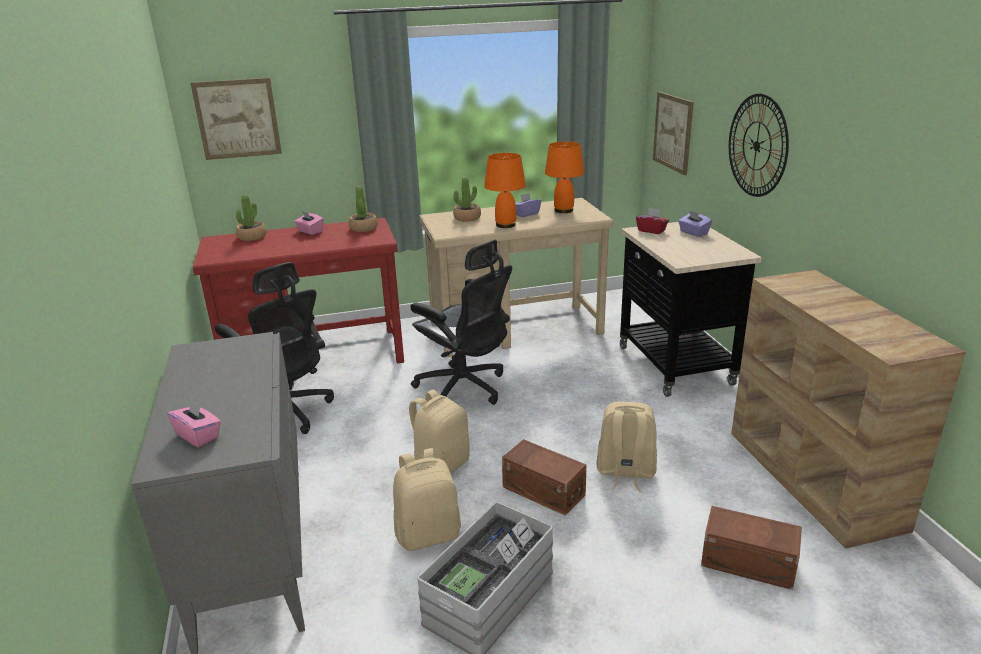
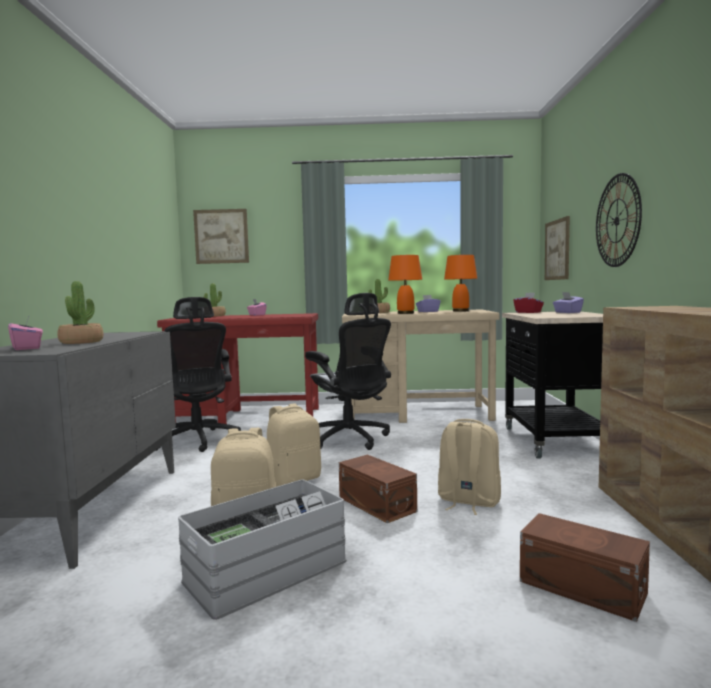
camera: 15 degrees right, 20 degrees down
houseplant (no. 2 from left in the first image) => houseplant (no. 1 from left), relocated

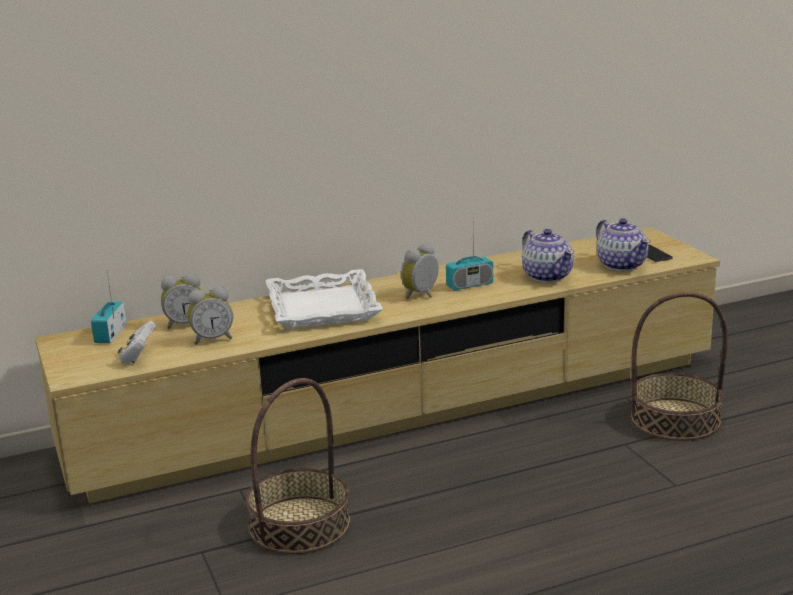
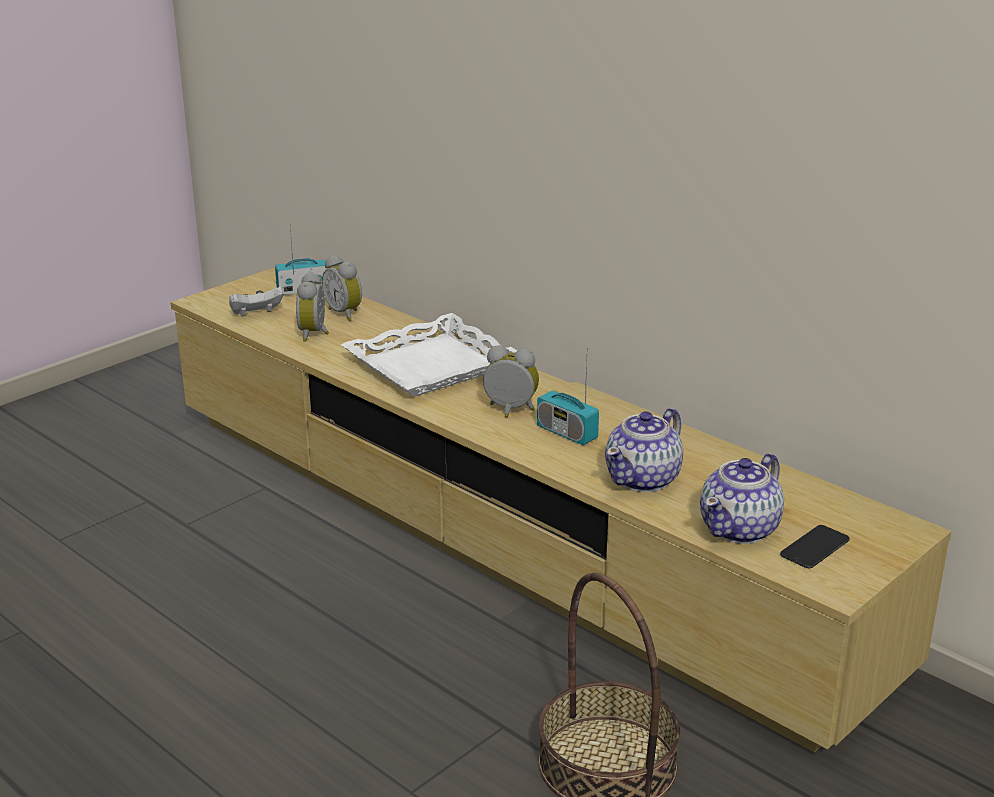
camera: 65 degrees right, 5 degrees up
alarm_clock (no. 2 from left in the first image) => alarm_clock (no. 1 from left), 45 degrees clockwise
basket (no. 1 from left) => nothing

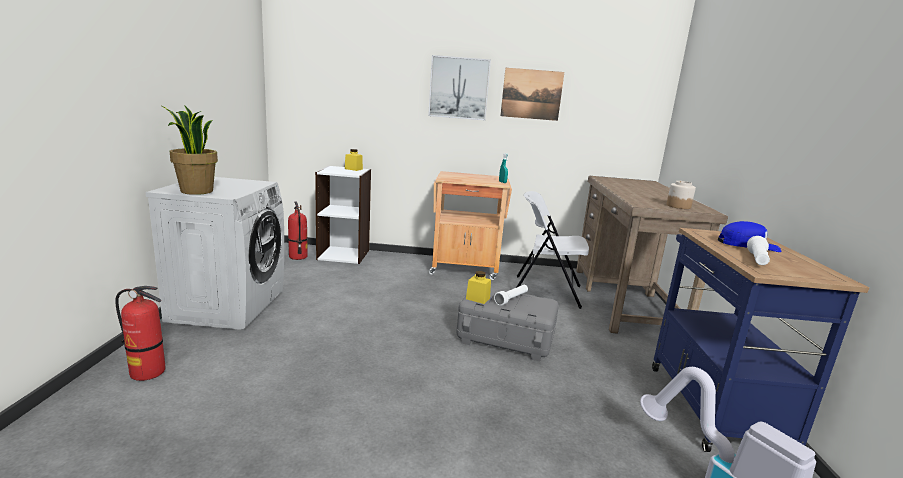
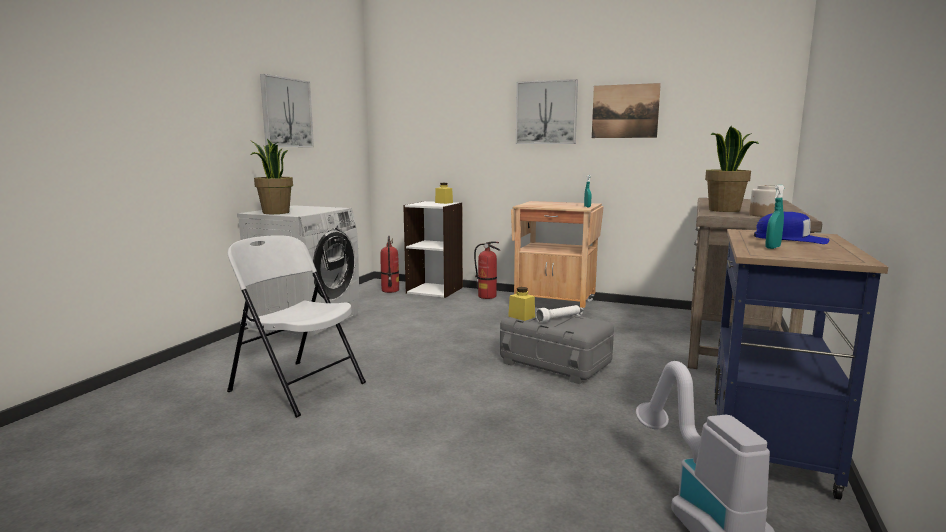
camera: 20 degrees right, 5 degrees down
fire-fighting_cylinder (no. 1 from left in the first image) => fire-fighting_cylinder (no. 2 from left), relocated
white_plain_chair, relocated
white_flashlight (no. 2 from left) => blue-green_spray_bottle (no. 2 from left)
nothing => wall_picture (no. 1 from left)
nothing => houseplant (no. 2 from left)

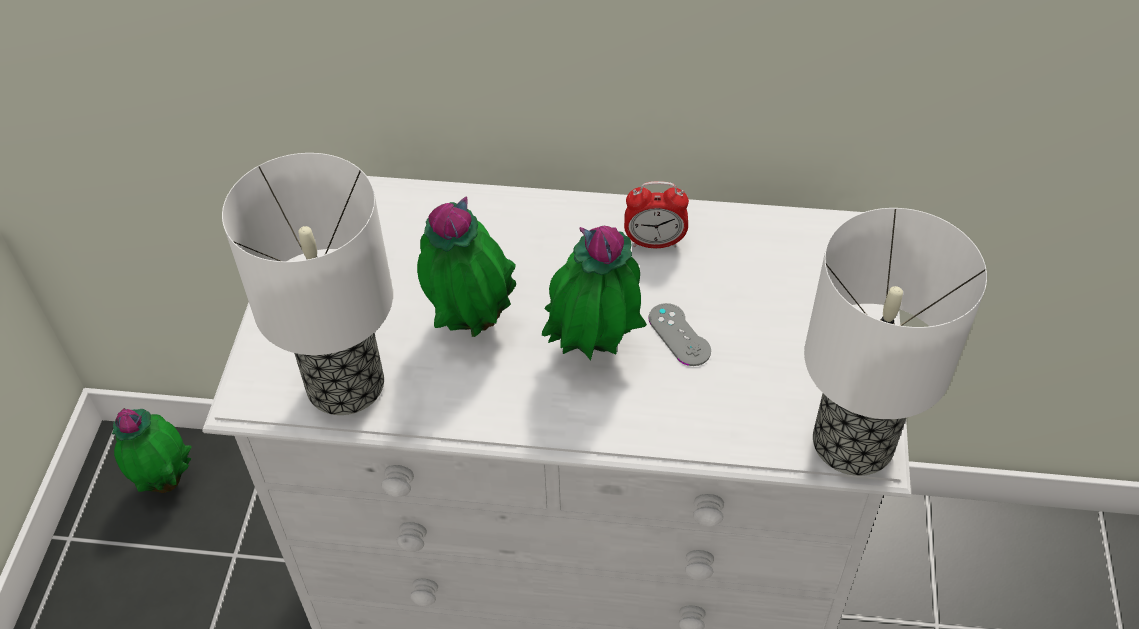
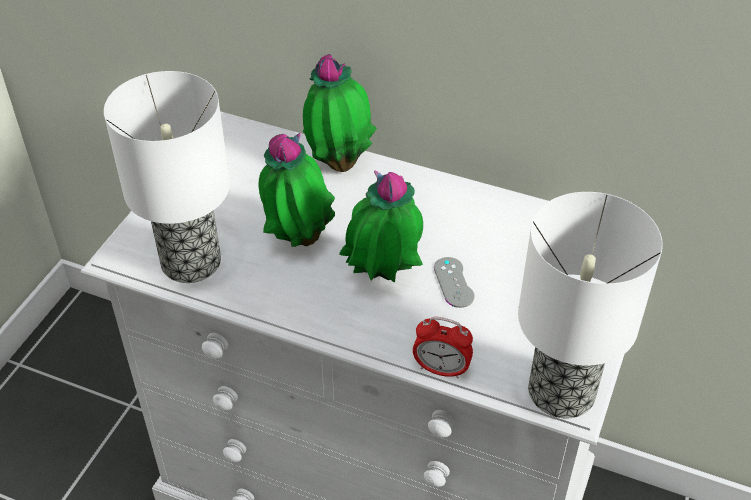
camera: 15 degrees right, 5 degrees down
houseplant (no. 1 from left in the first image) => houseplant (no. 2 from left), relocated
alarm_clock, relocated

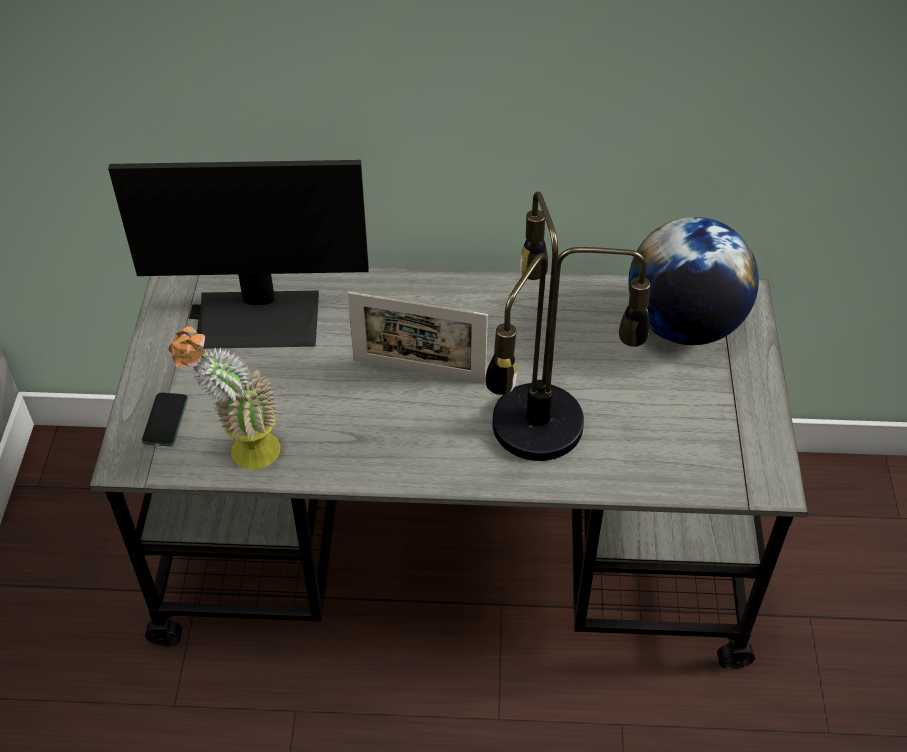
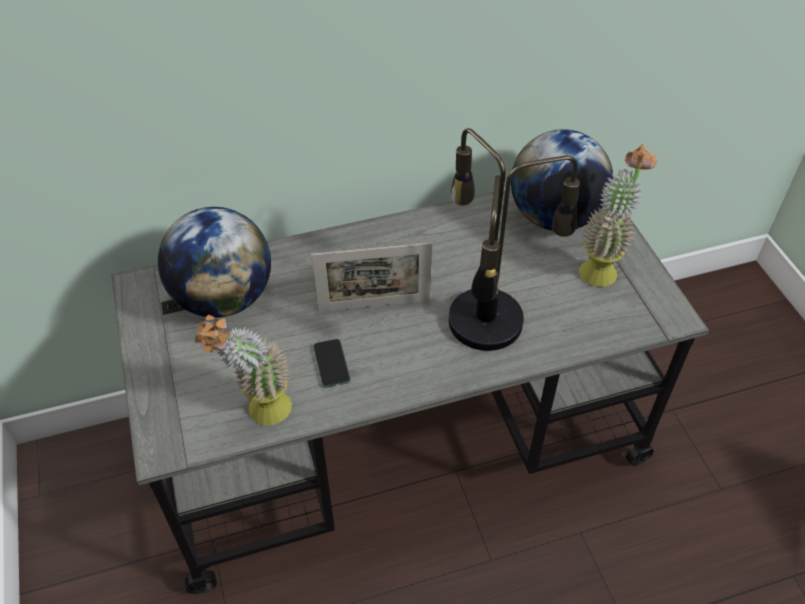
camera: 20 degrees left, 0 degrees up
computer_screen => world_globe (no. 1 from left)
phone, relocated
nothing => houseplant (no. 2 from left)

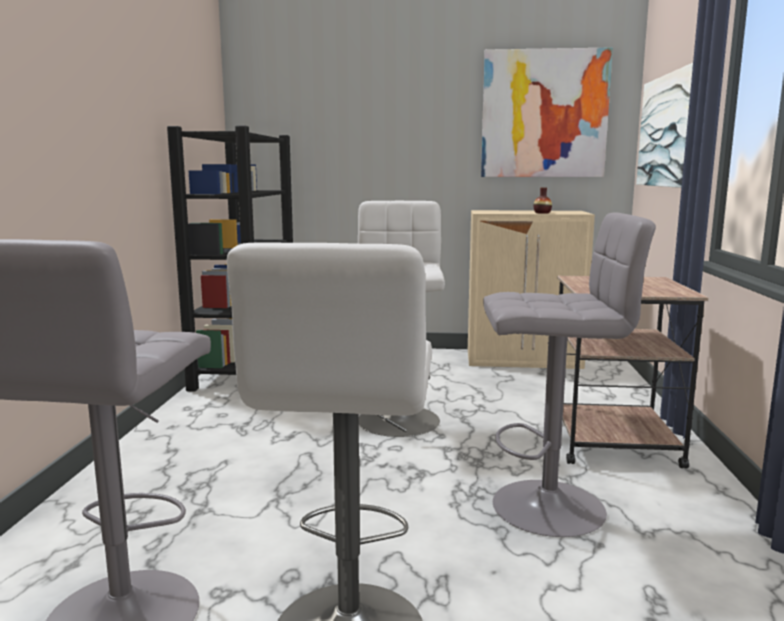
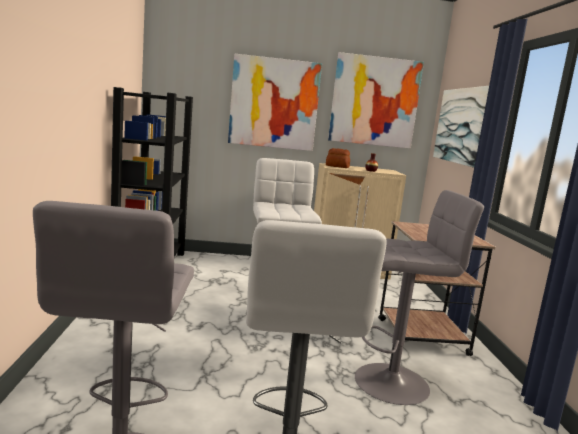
camera: 10 degrees left, 0 degrees up
nothing => wall_picture (no. 1 from left)
nothing => bakery_bread

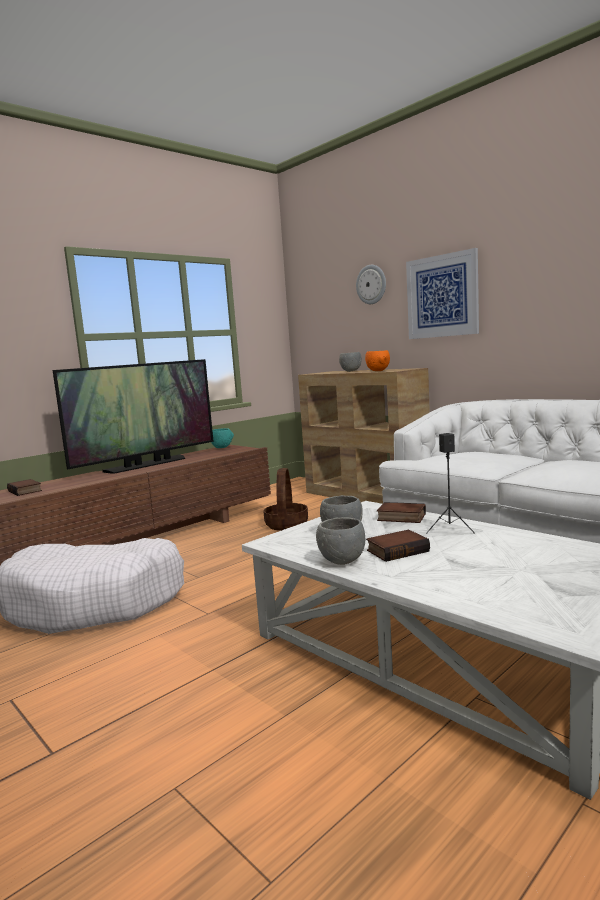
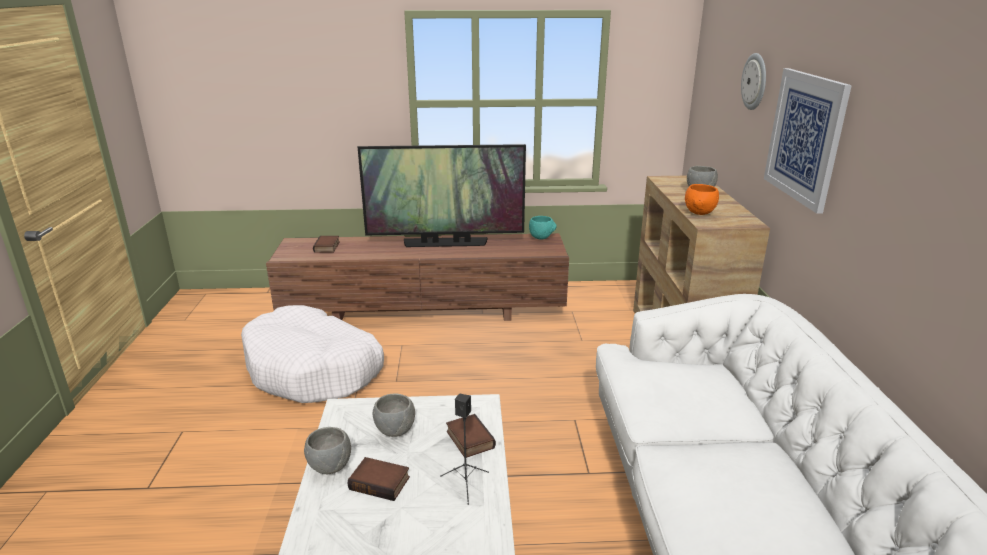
camera: 40 degrees right, 15 degrees up
basket => nothing

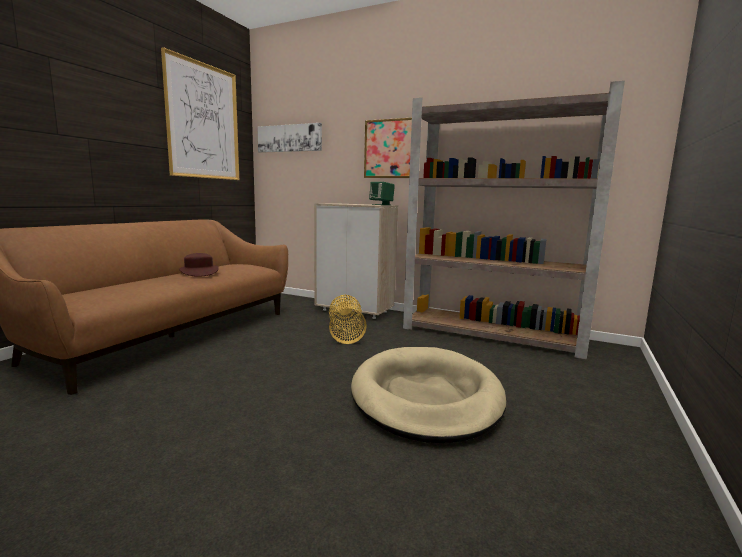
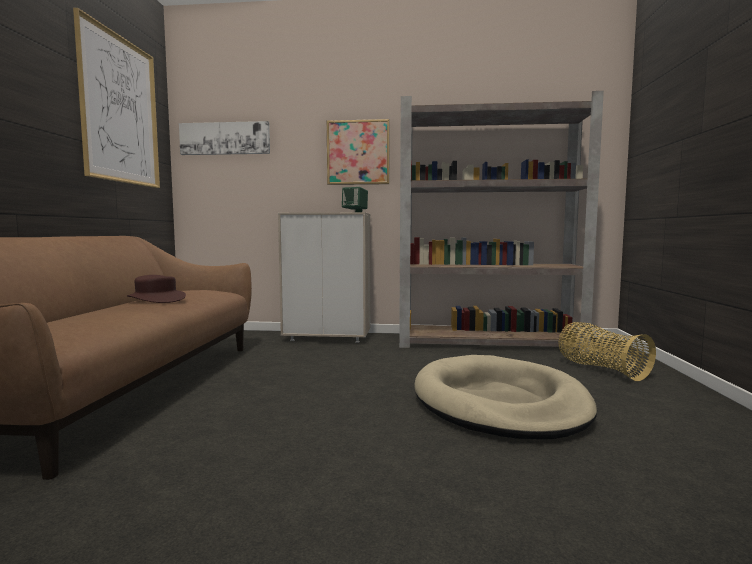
camera: 20 degrees left, 5 degrees down
basket, relocated

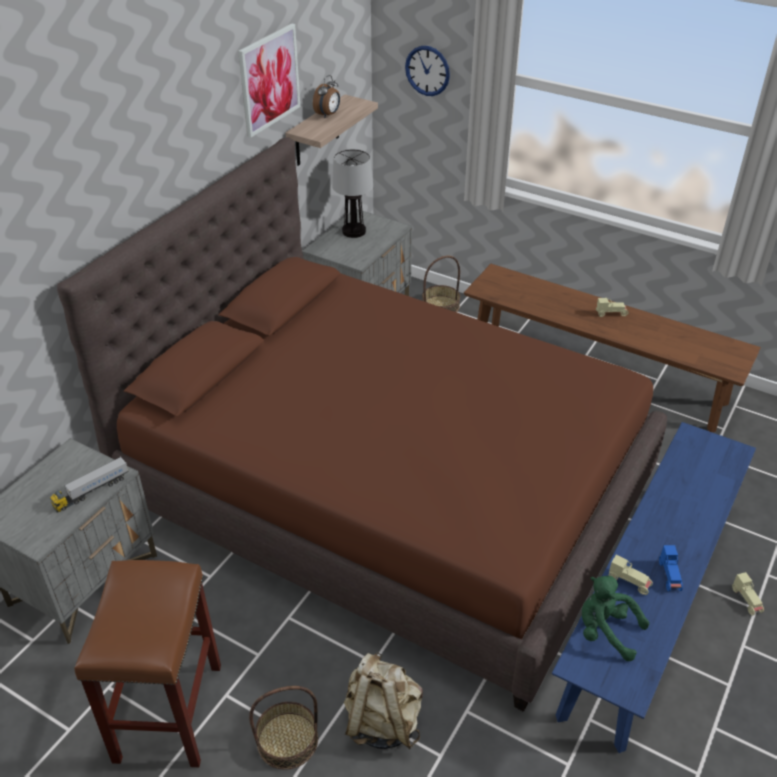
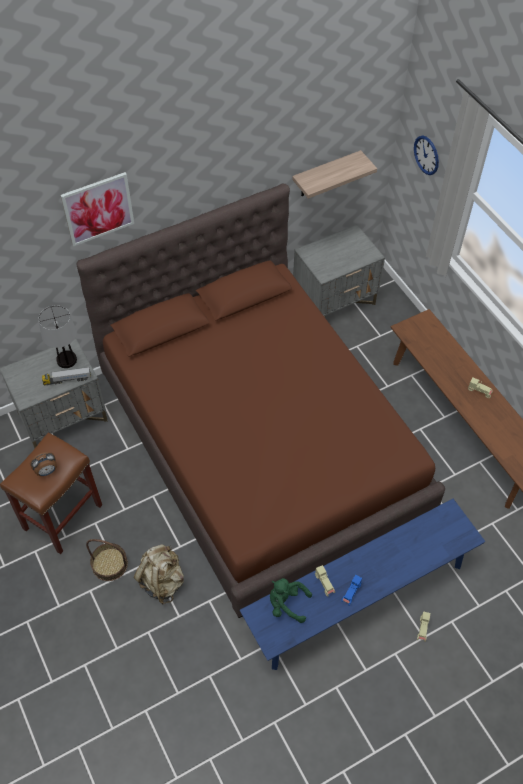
camera: 30 degrees right, 15 degrees up
wall_picture, relocated
alarm_clock, relocated
table_lamp, relocated
basket (no. 2 from left) => nothing
green-coloured_soft_toy, 45 degrees counterclockwise

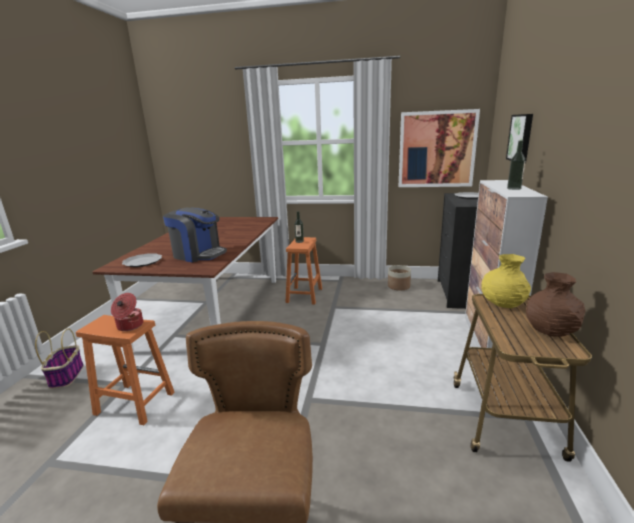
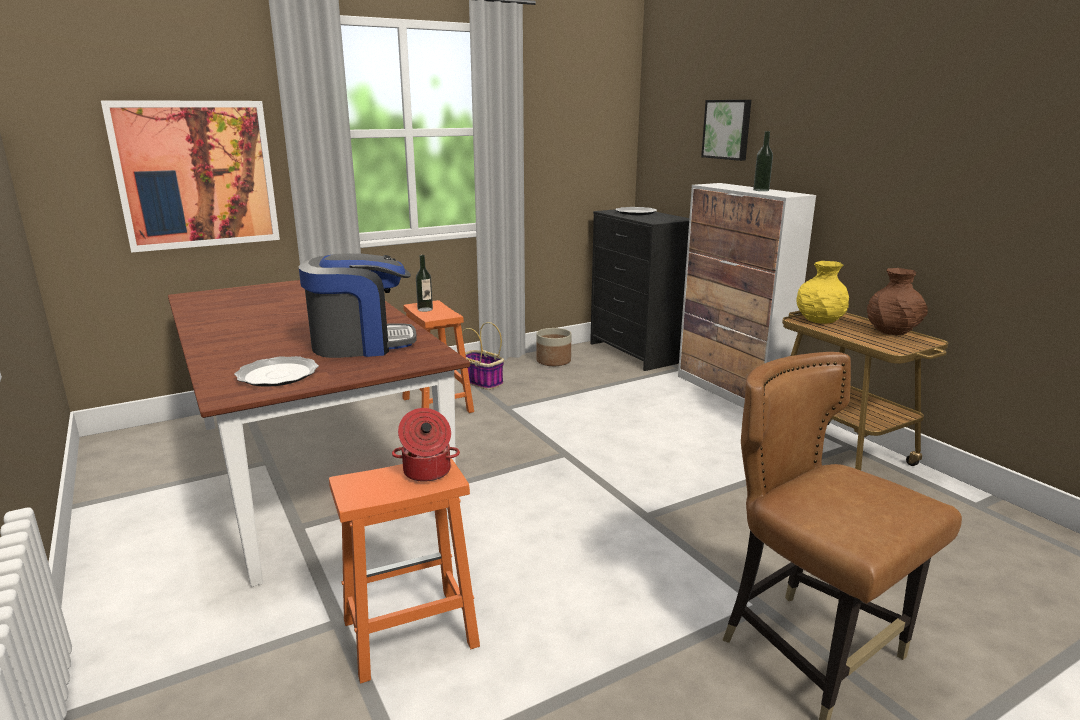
camera: 40 degrees left, 0 degrees up
basket, relocated
wall_picture (no. 1 from left), relocated

